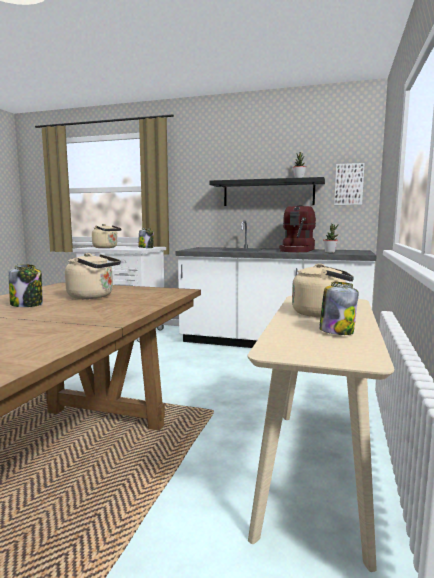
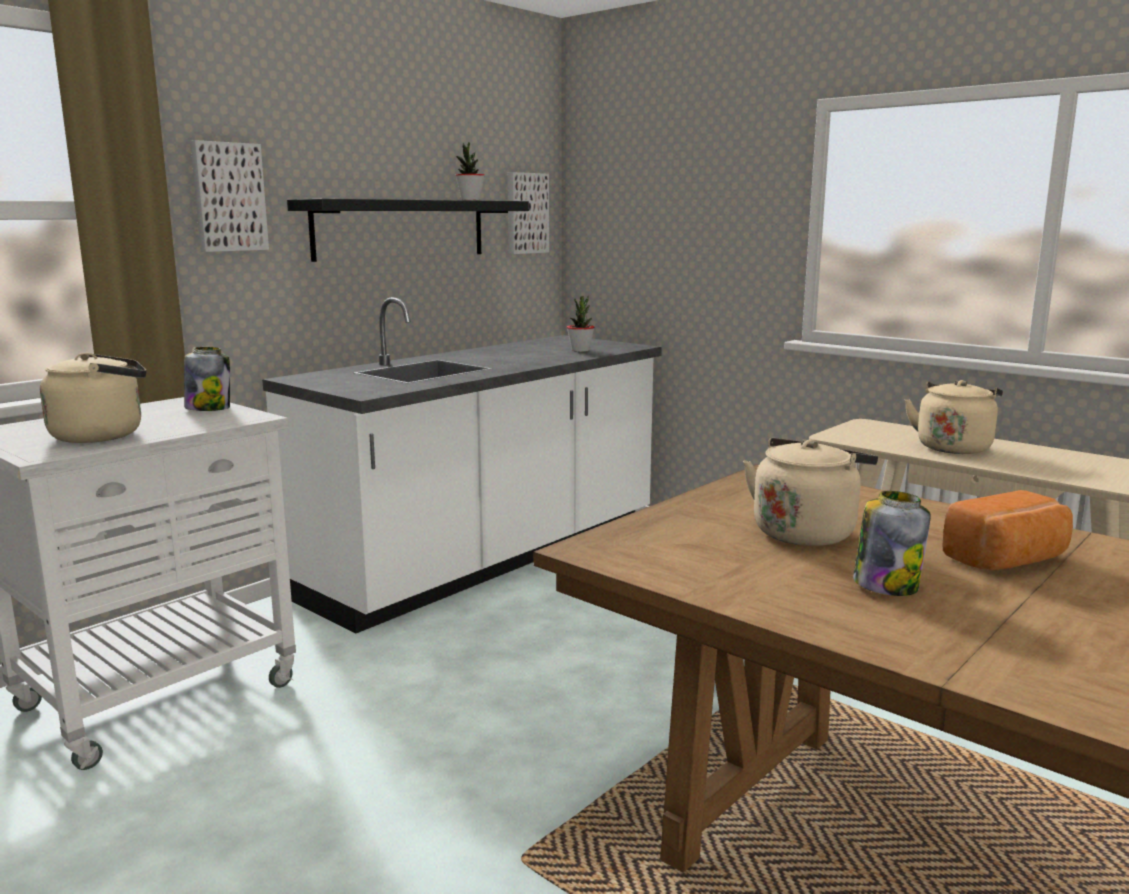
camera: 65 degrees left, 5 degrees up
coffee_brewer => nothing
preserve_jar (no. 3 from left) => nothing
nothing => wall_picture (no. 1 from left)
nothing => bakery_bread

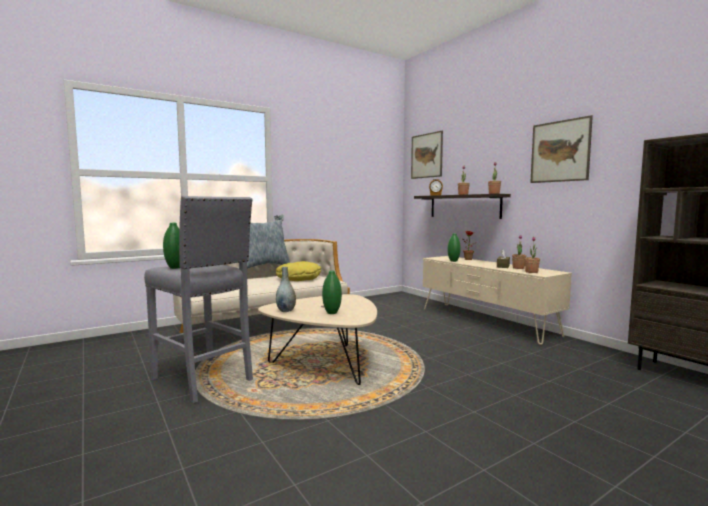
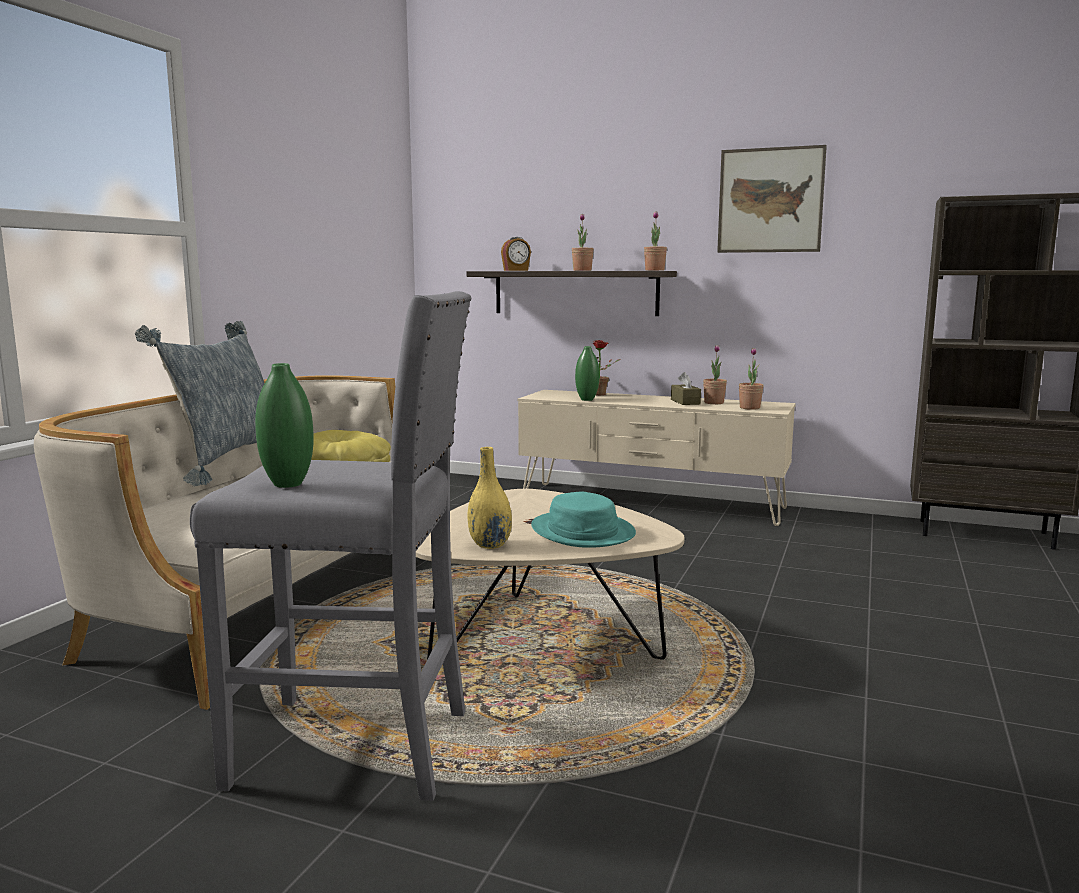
camera: 35 degrees left, 5 degrees up
grey_flower_vase => yellowish_flower_vase
green-coloured_flower_vase (no. 2 from left) => blue-green_wearable_hat
wall_picture (no. 1 from left) => nothing

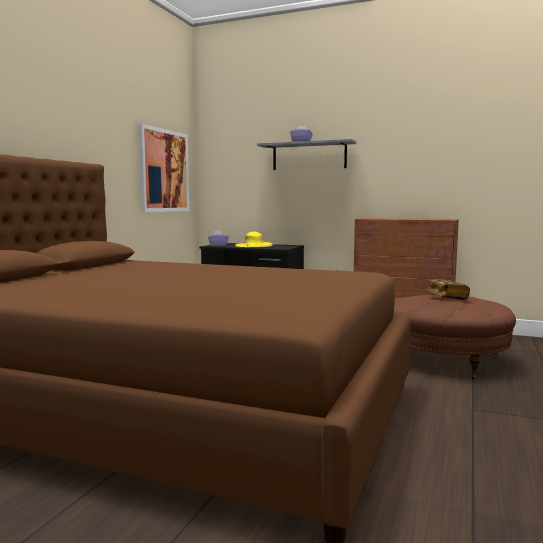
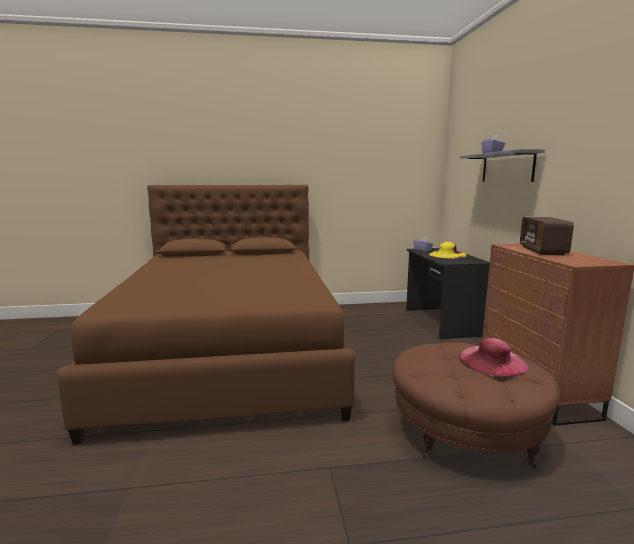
camera: 60 degrees right, 5 degrees up
wall_picture => nothing
bound_book => pink_wearable_hat
nothing => radio_receiver

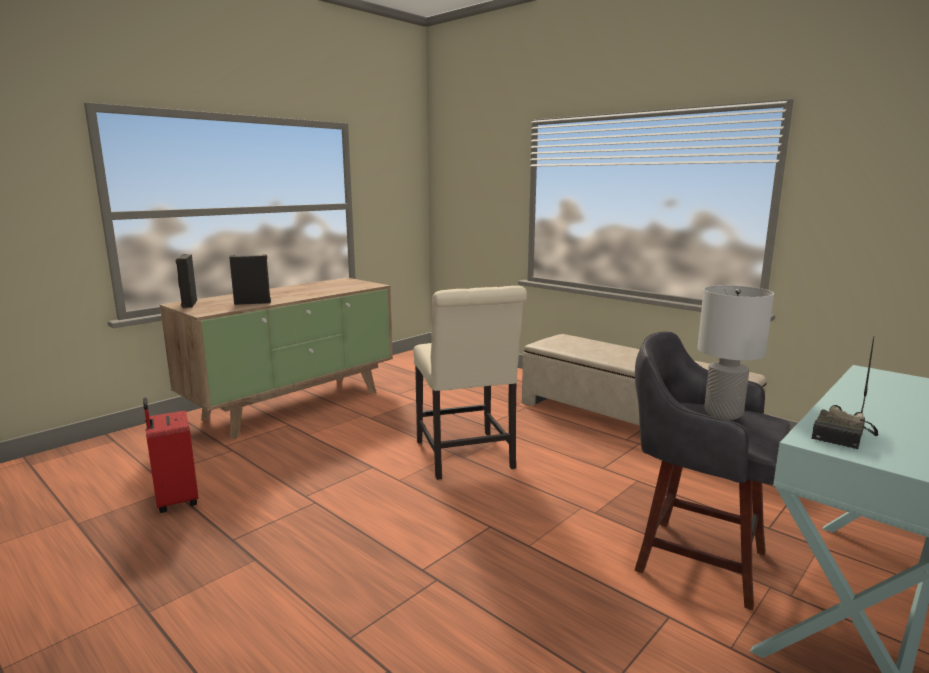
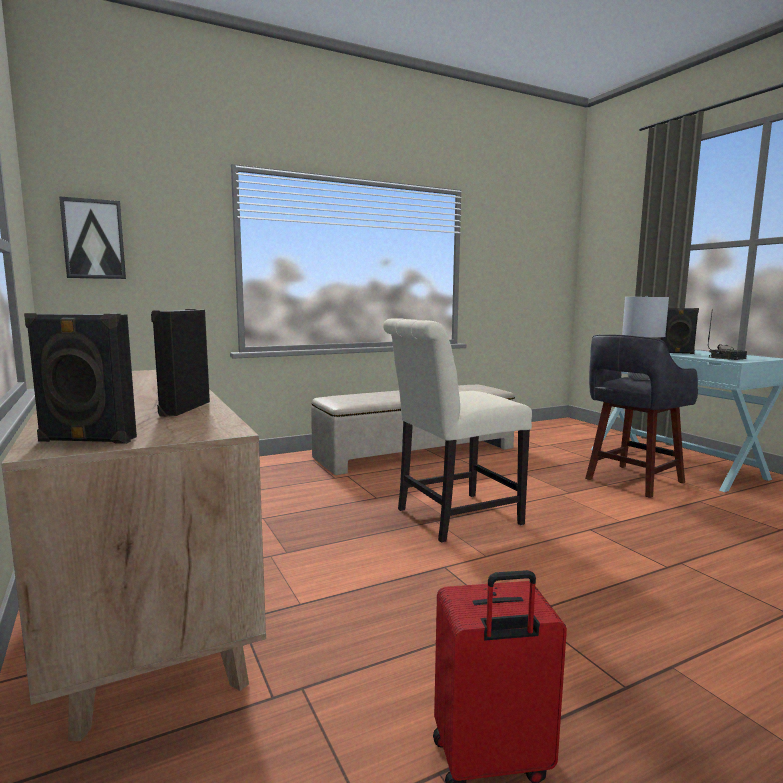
camera: 70 degrees left, 5 degrees down
beige_plain_chair, 150 degrees clockwise
nothing => wall_picture
nothing => blackish_speaker (no. 3 from left)

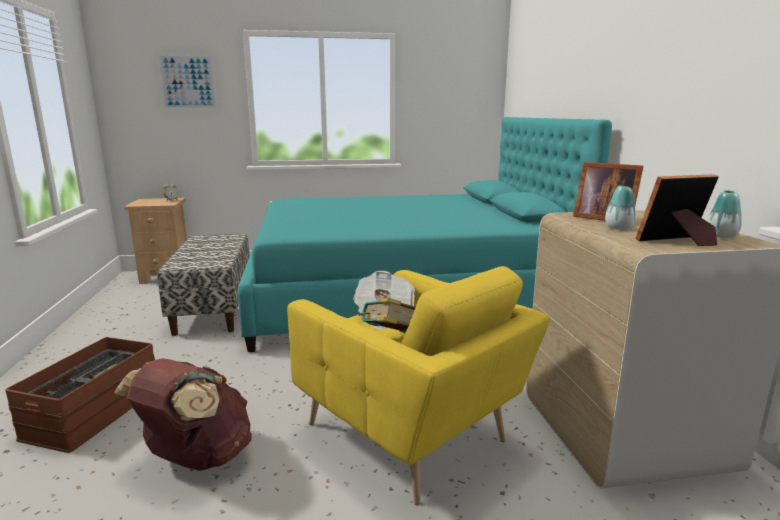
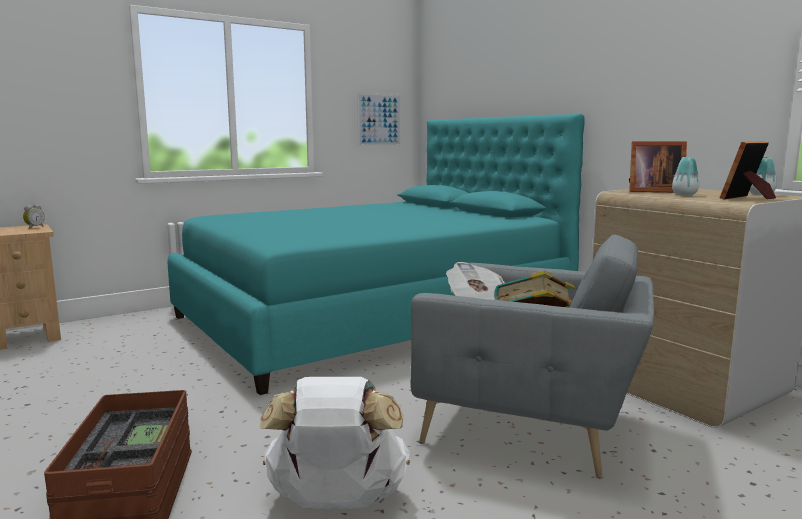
camera: 25 degrees left, 5 degrees down
brownish_knapsack => white_knapsack
wall_picture, relocated
bench => nothing
yellowish_easy_chair => grey_easy_chair

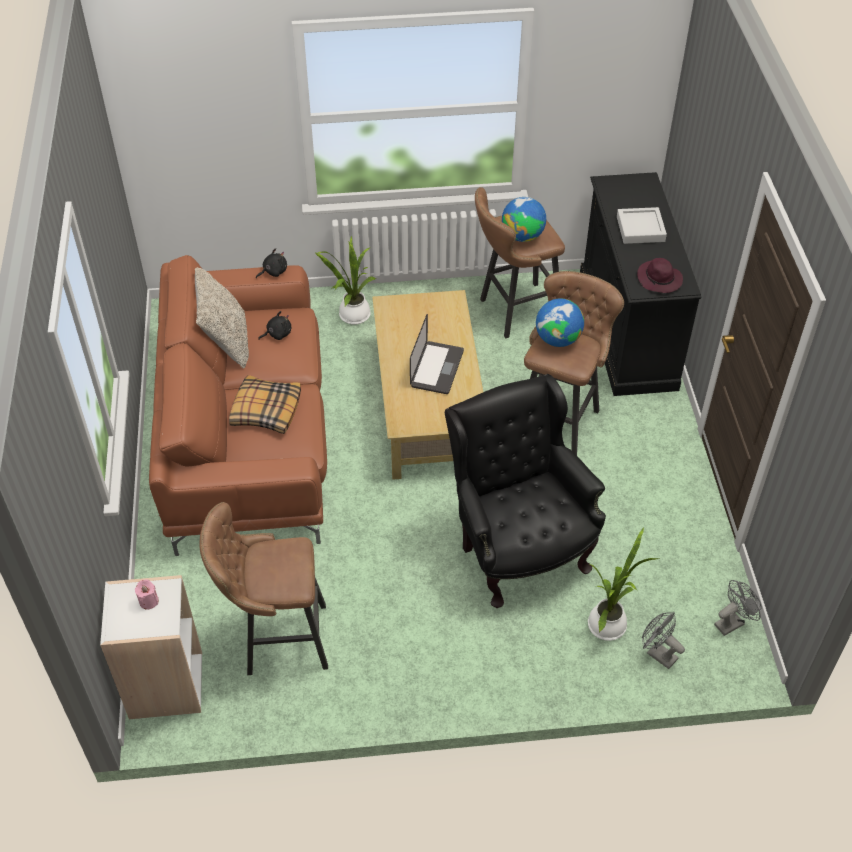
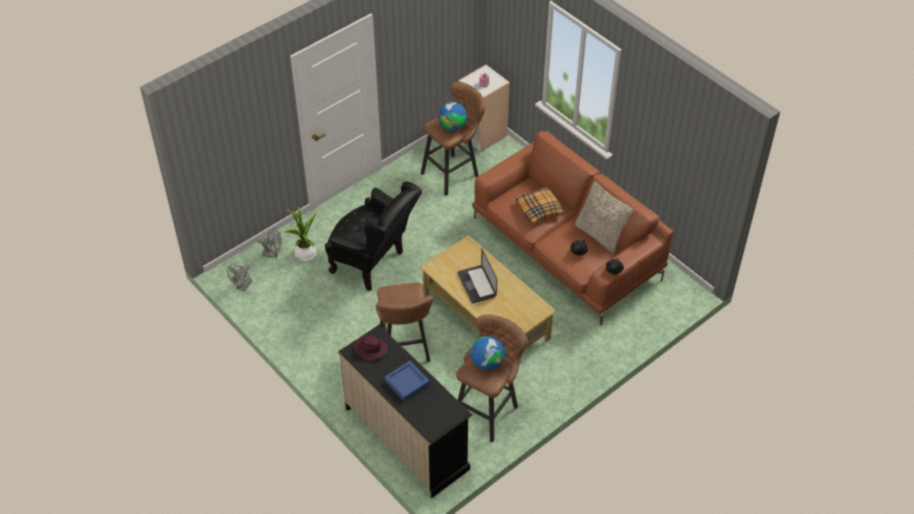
camera: 145 degrees right, 0 degrees up
houseplant (no. 1 from left) => nothing
world_globe (no. 2 from left in the first image) => world_globe (no. 1 from left), relocated
grey_tray => bluish_tray

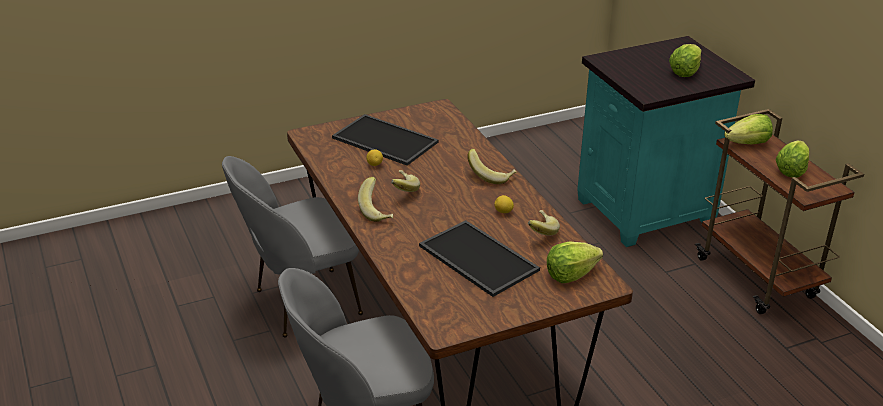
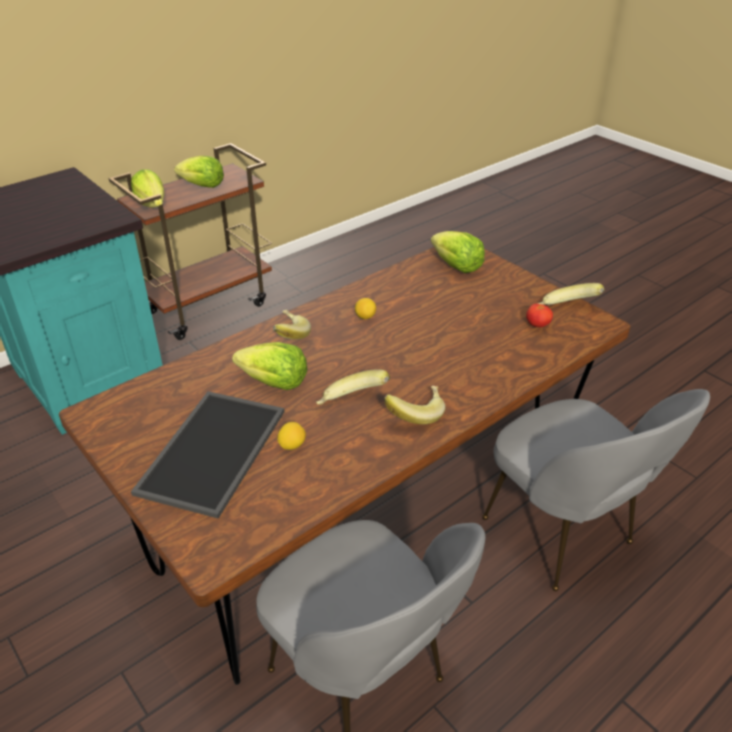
camera: 105 degrees left, 5 degrees up
tray (no. 2 from left) => nothing
whole_banana (no. 4 from left), relocated
lettuce_head (no. 2 from left in the first image) => lettuce_head (no. 3 from left), relocated
nothing => fresh_tomato

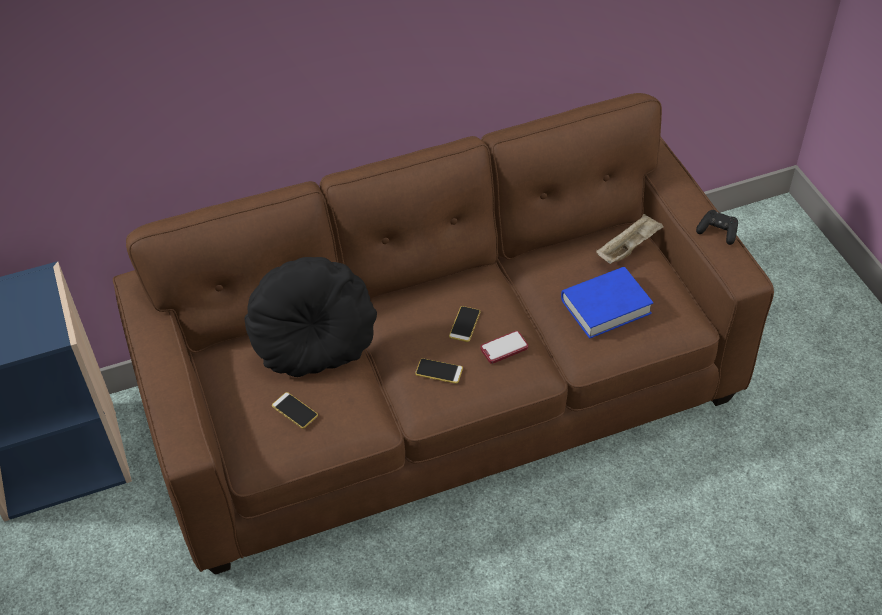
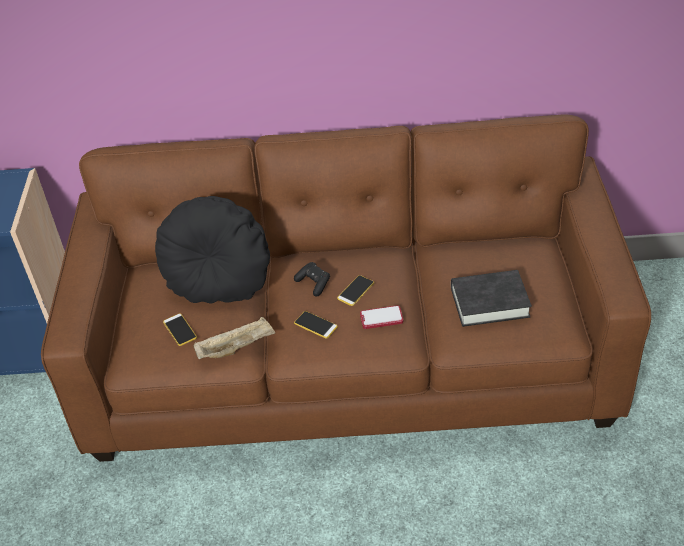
camera: 20 degrees right, 5 degrees down
bluish_bound_book => blackish_bound_book
beige_tray, relocated
blackish_gamepad, relocated

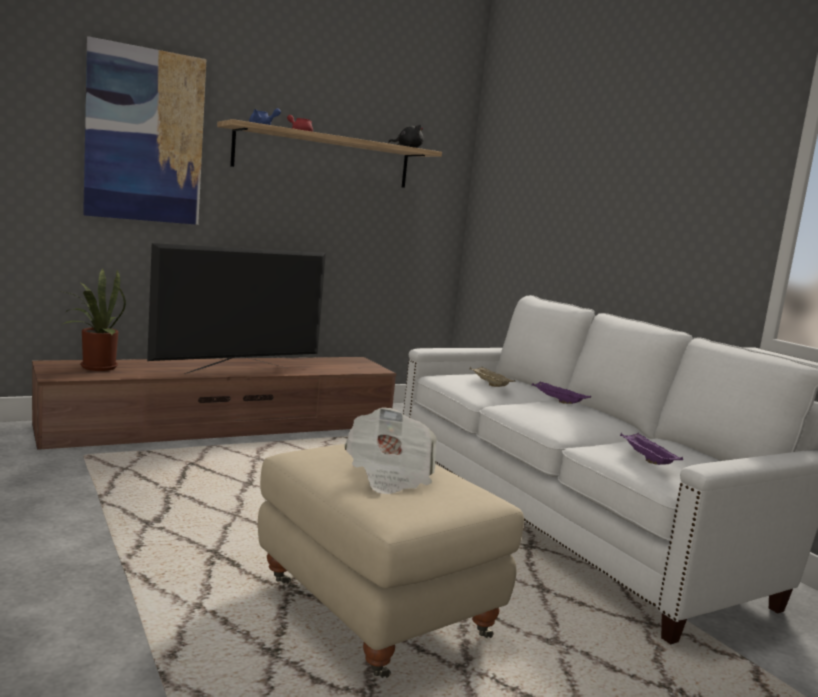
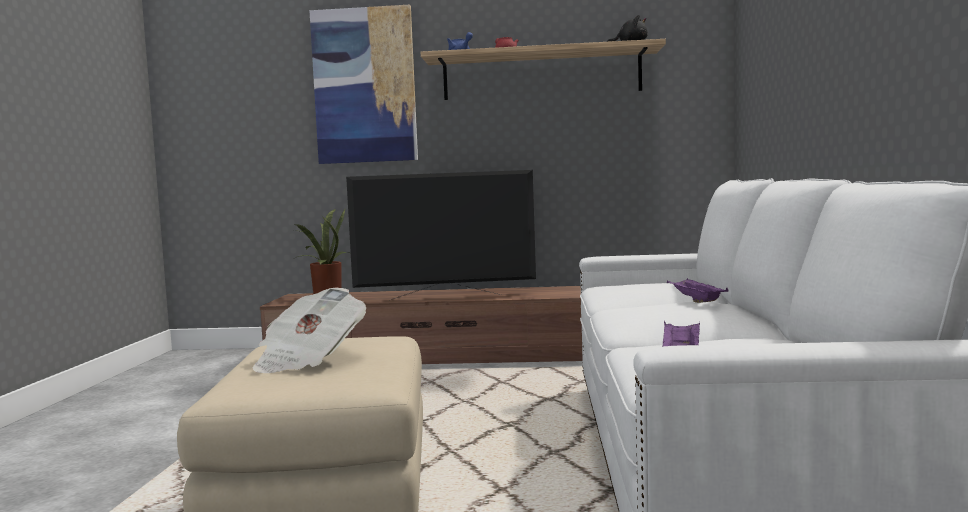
camera: 35 degrees right, 5 degrees down
beige_tray => nothing

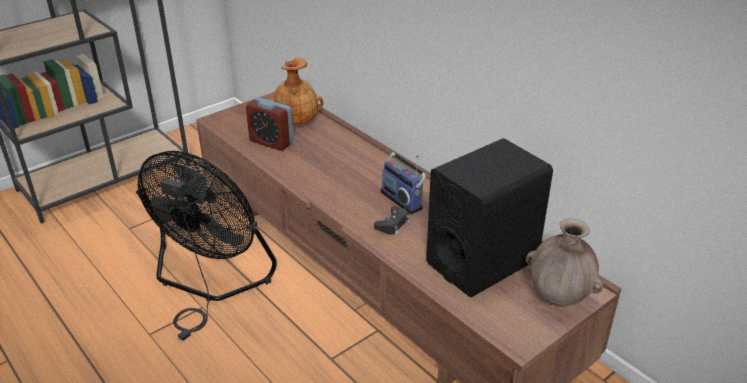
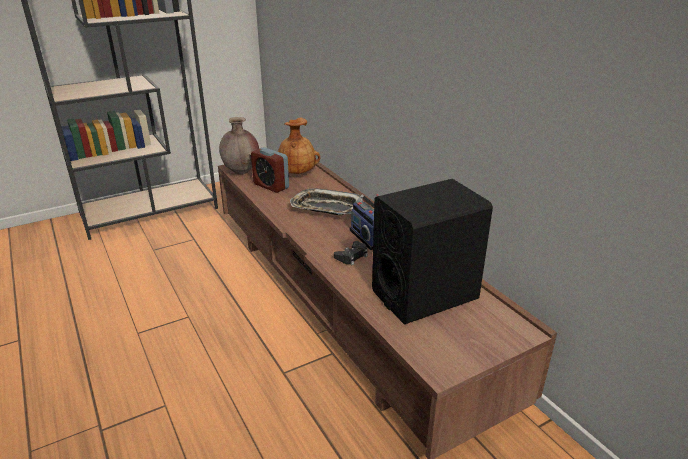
camera: 10 degrees right, 5 degrees down
blackish_electric_fan => nothing
brownish_flower_vase (no. 2 from left in the first image) => brownish_flower_vase (no. 1 from left), relocated
nothing => tray

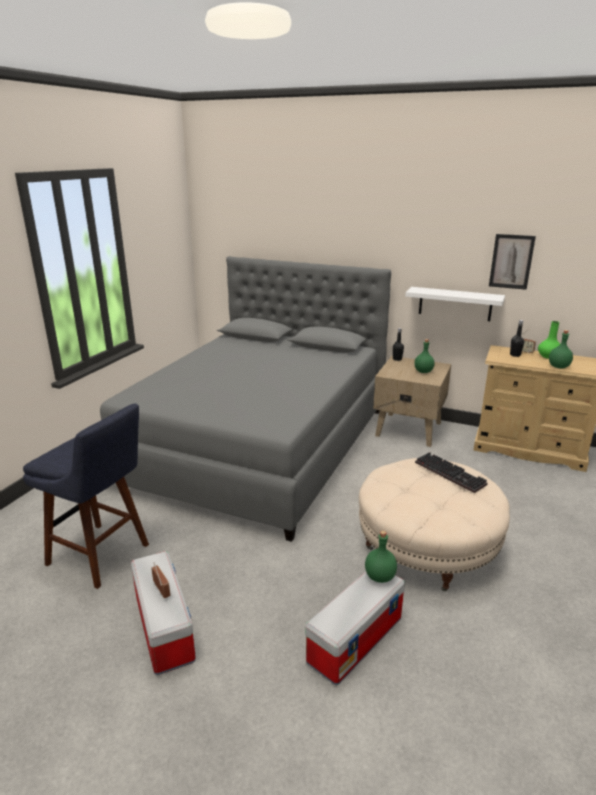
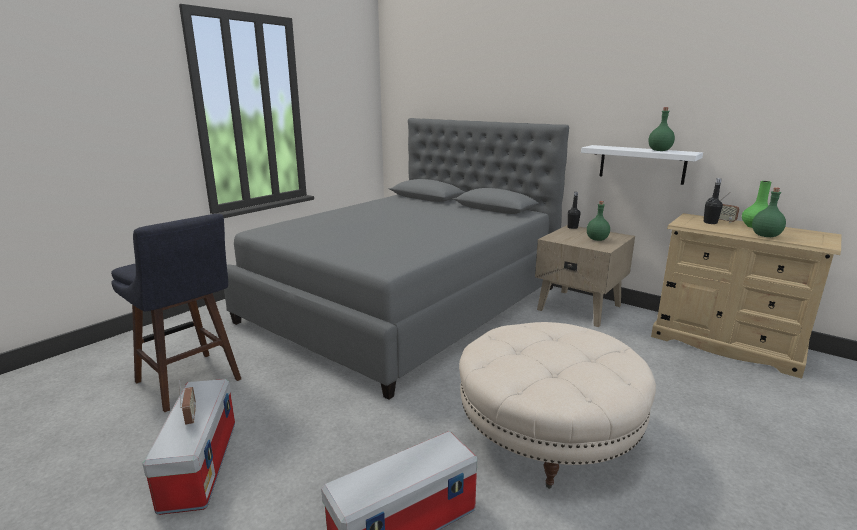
camera: 15 degrees right, 5 degrees down
green-coloured_bottle (no. 1 from left in the first image) => green-coloured_bottle (no. 2 from left), relocated
keyboard => nothing
wall_picture => nothing

